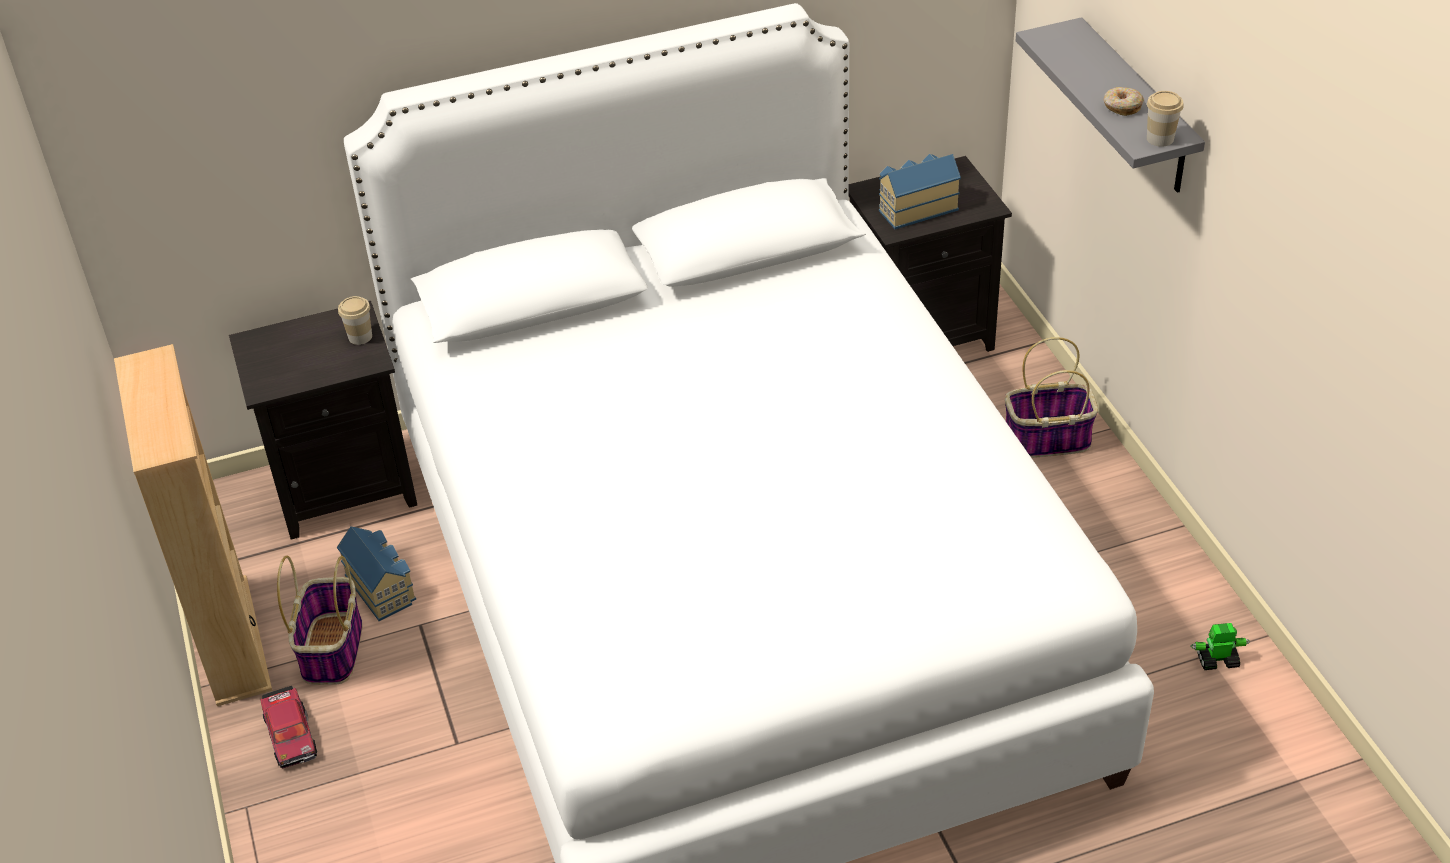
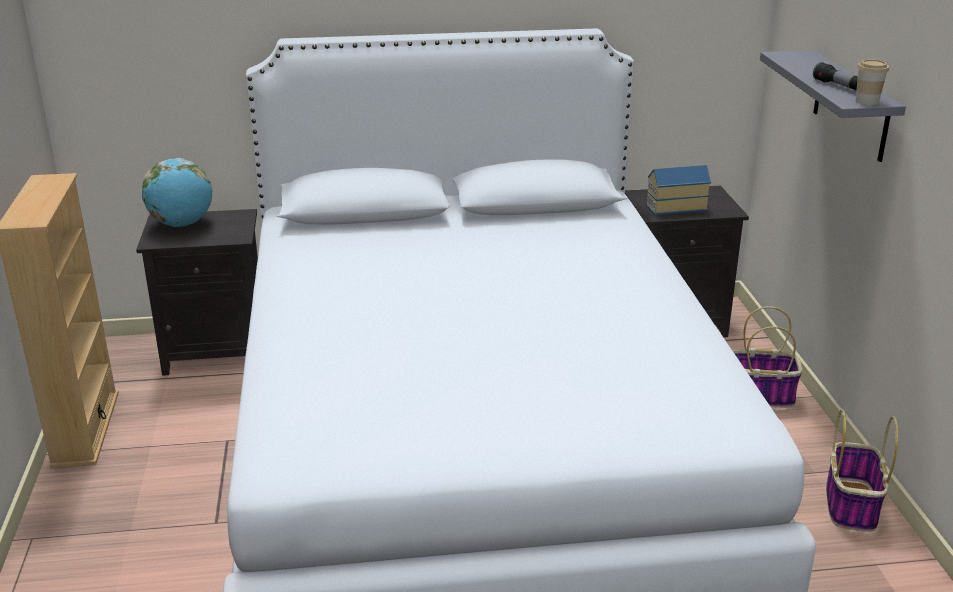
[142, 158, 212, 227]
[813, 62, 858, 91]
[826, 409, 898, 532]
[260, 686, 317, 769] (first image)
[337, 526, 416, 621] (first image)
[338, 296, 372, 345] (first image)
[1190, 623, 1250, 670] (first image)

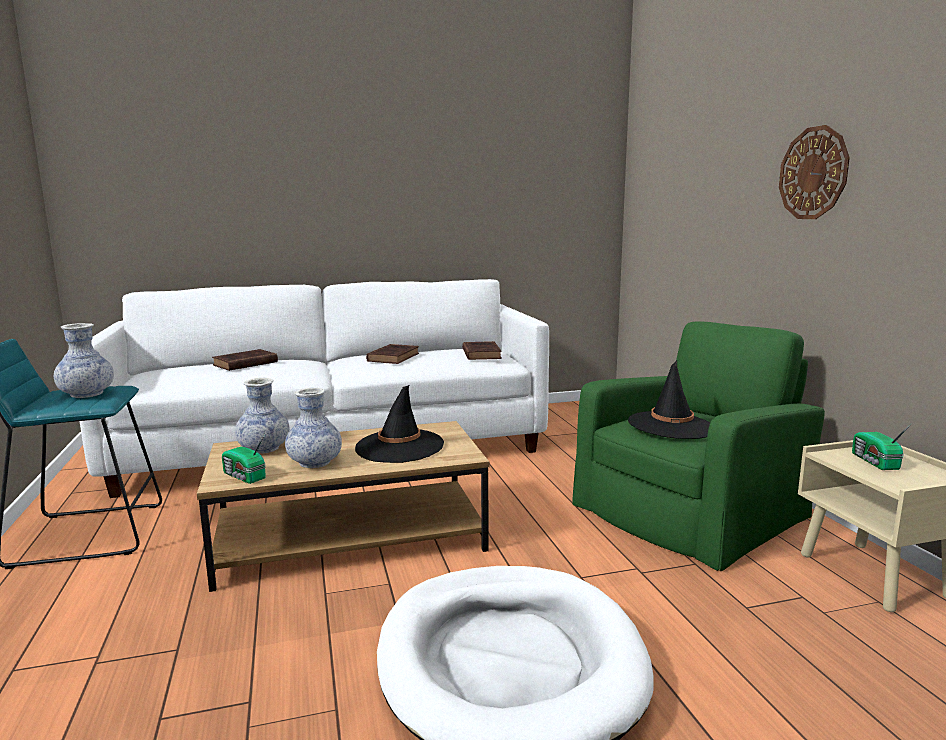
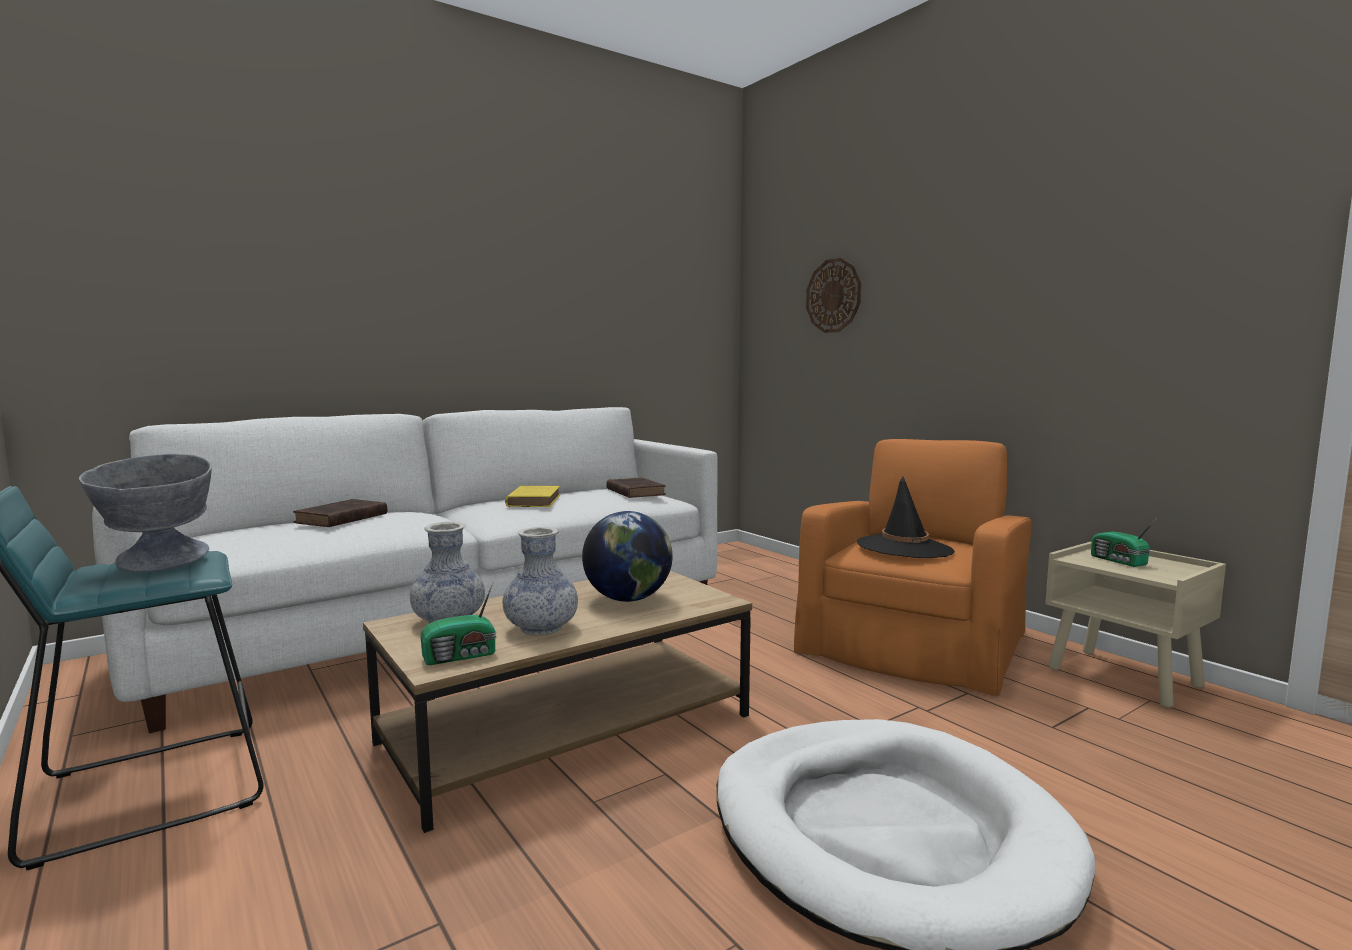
[79, 454, 212, 572]
[420, 583, 497, 665]
[505, 486, 560, 507]
[582, 511, 673, 602]
[794, 439, 1031, 696]
[806, 258, 861, 333]

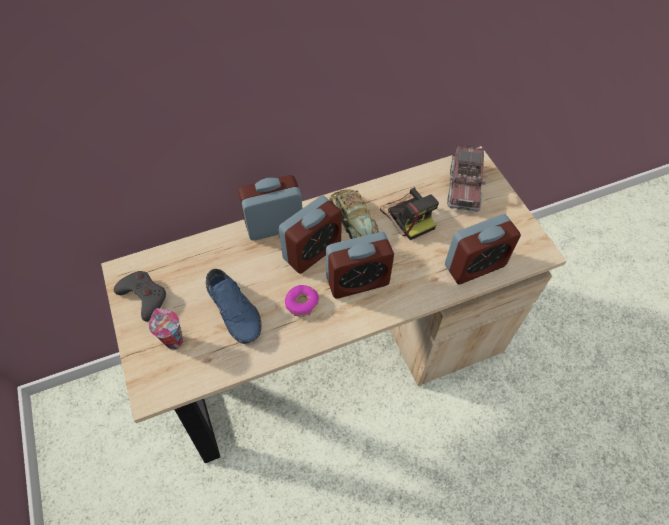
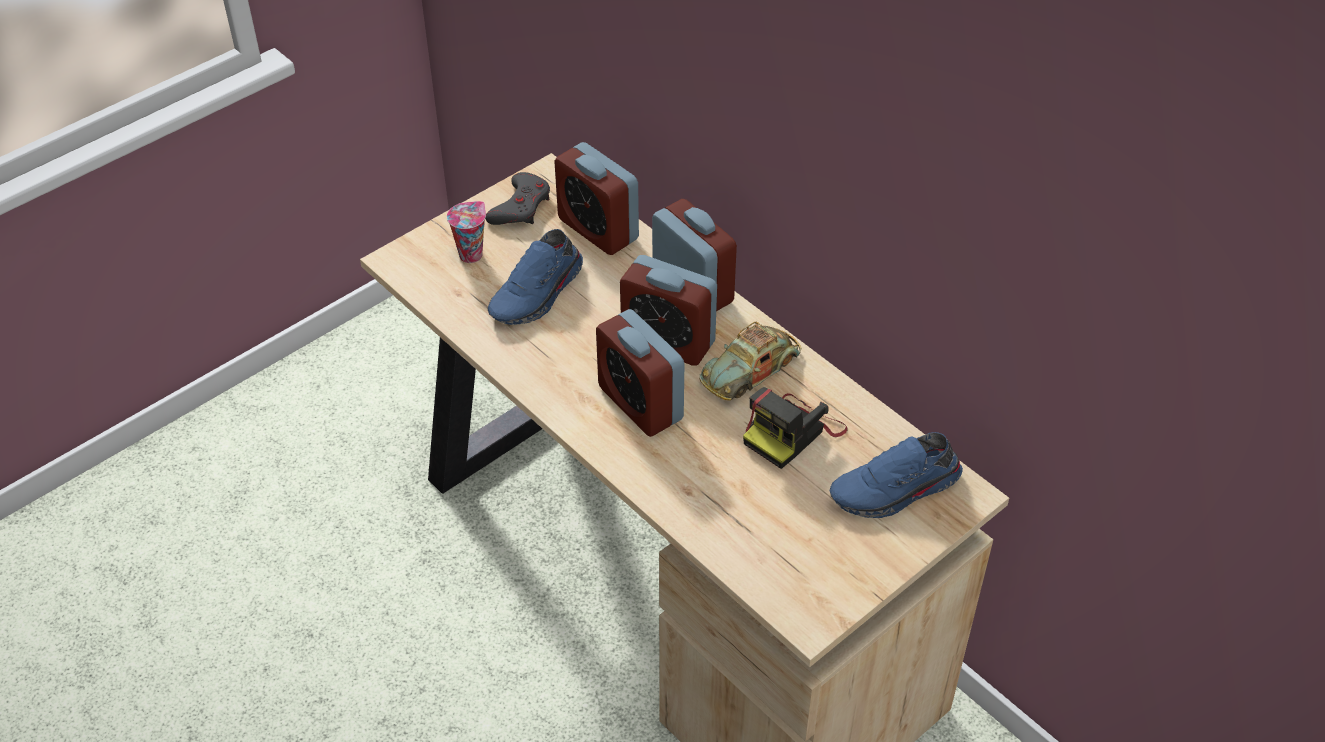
[554, 142, 639, 255]
[830, 432, 963, 518]
[285, 285, 319, 317] (first image)

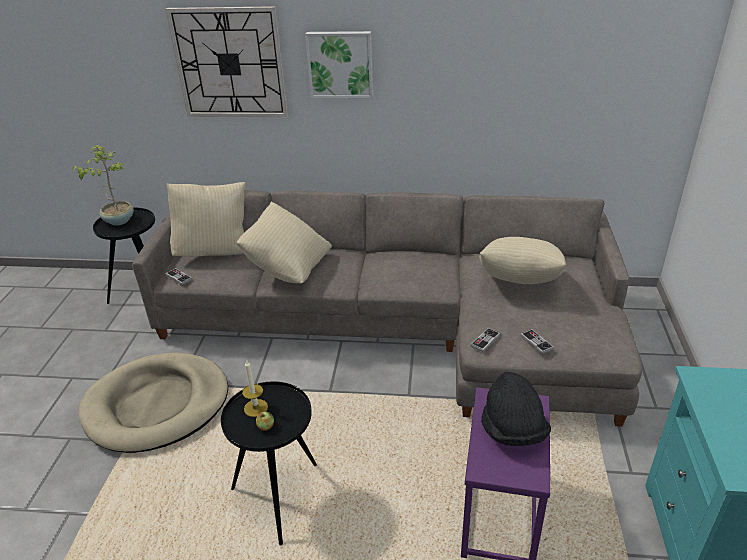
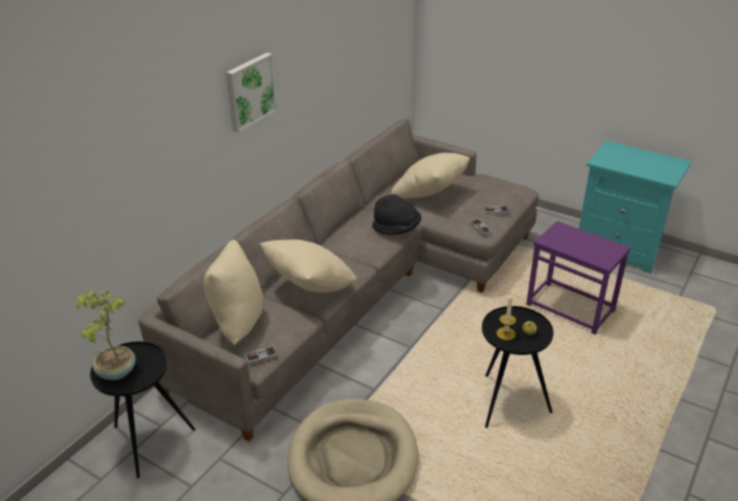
[372, 194, 421, 235]
[165, 6, 288, 117] (first image)

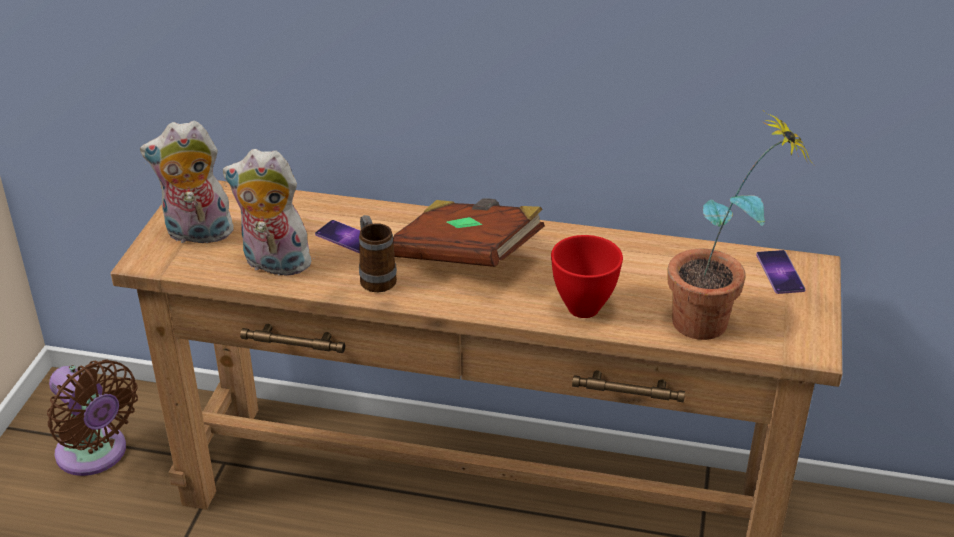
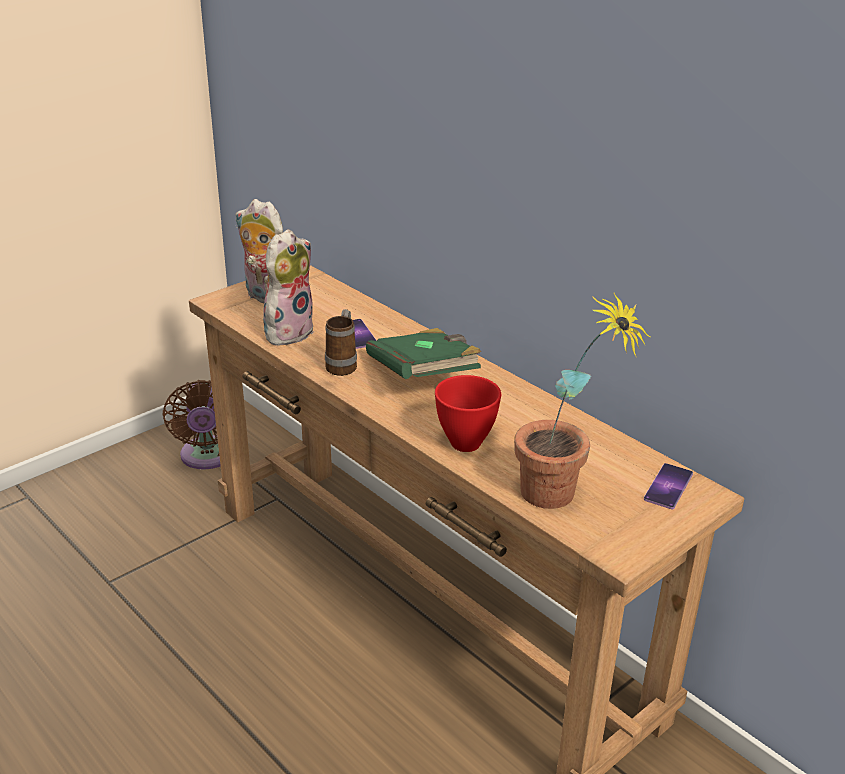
[263, 229, 314, 346]
[366, 328, 481, 379]

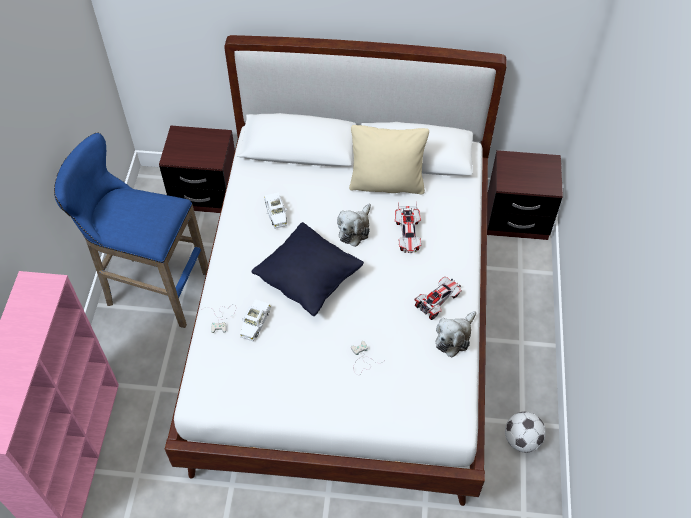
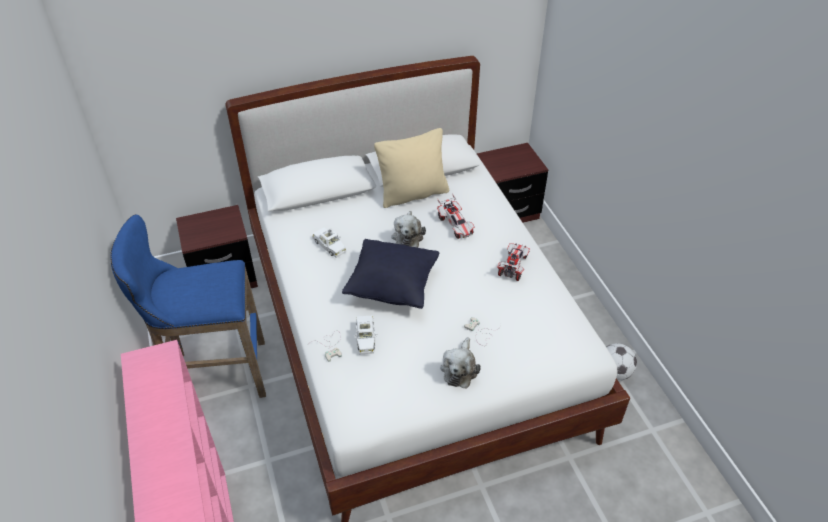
[440, 337, 481, 389]

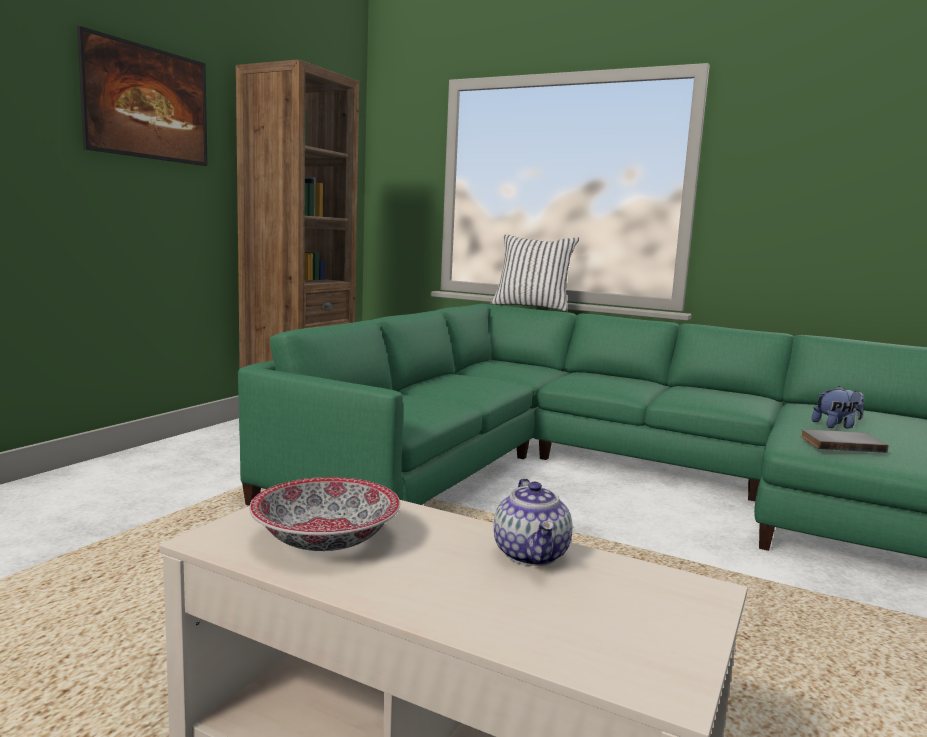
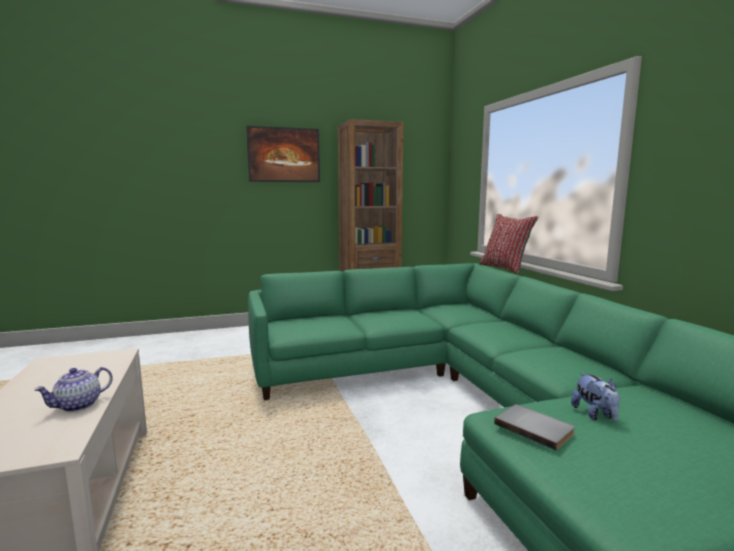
[479, 214, 538, 274]
[571, 373, 620, 422]
[249, 477, 400, 551] (first image)

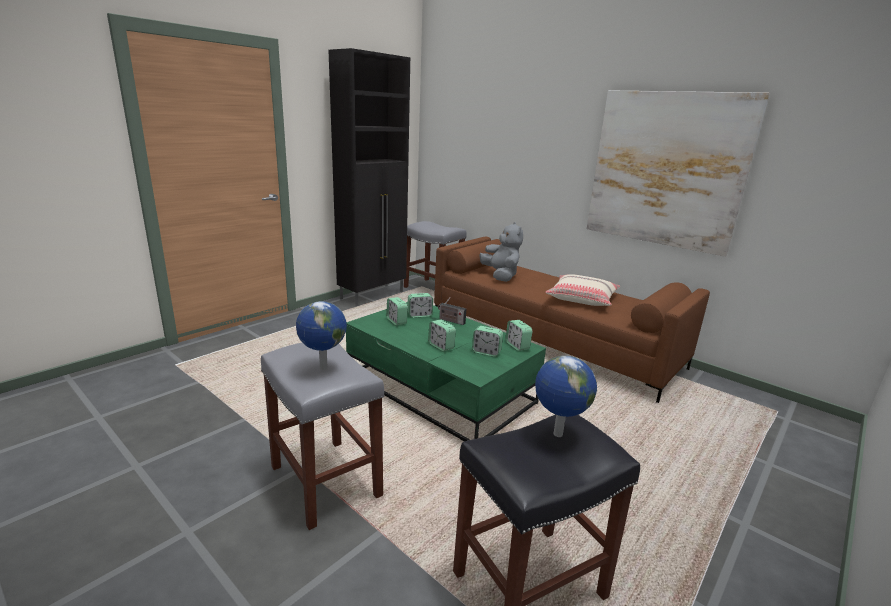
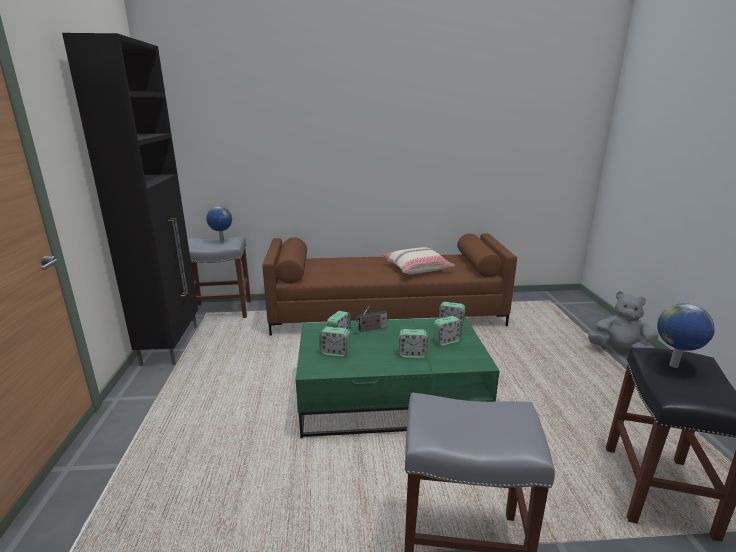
[206, 206, 232, 242]
[588, 291, 658, 349]
[587, 90, 770, 257] (first image)

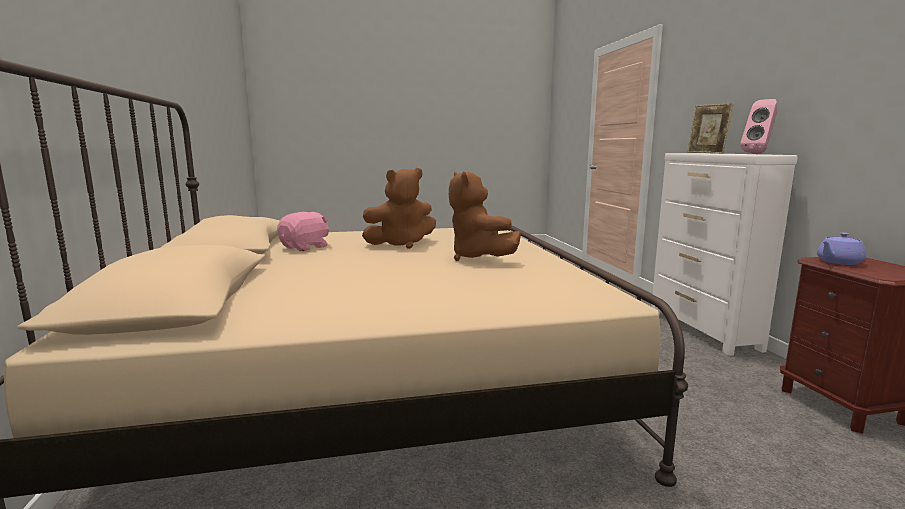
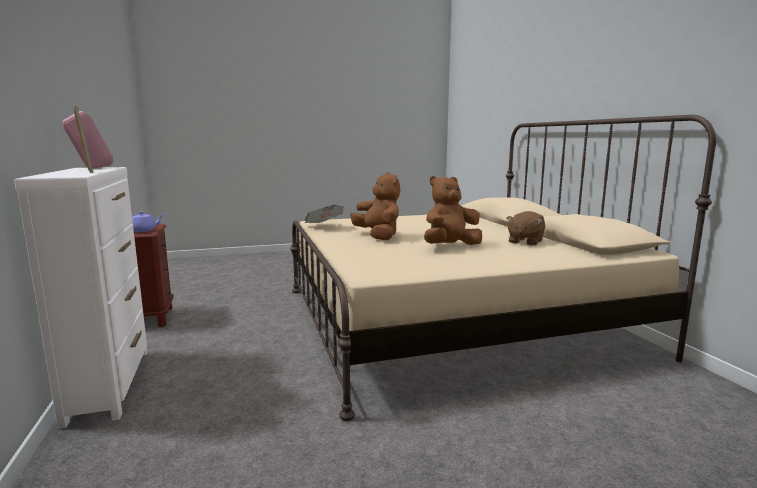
[304, 205, 344, 223]
[506, 211, 545, 246]

